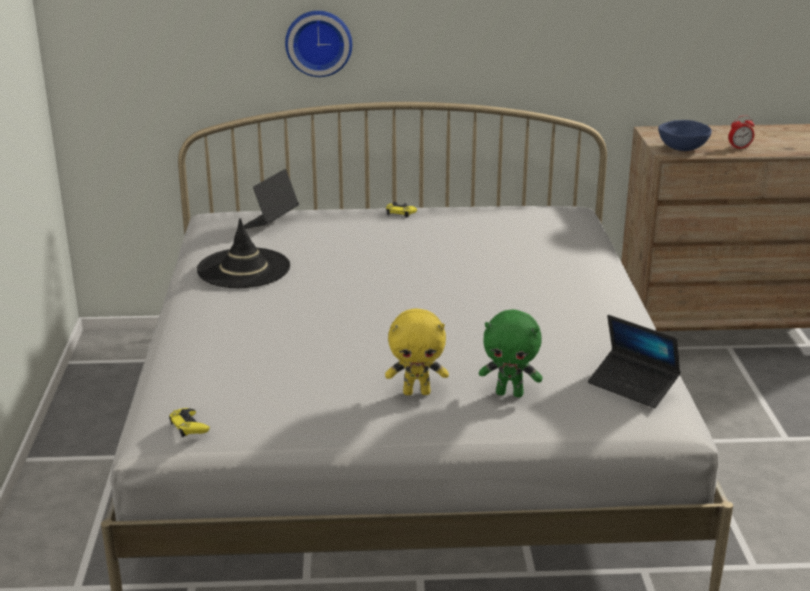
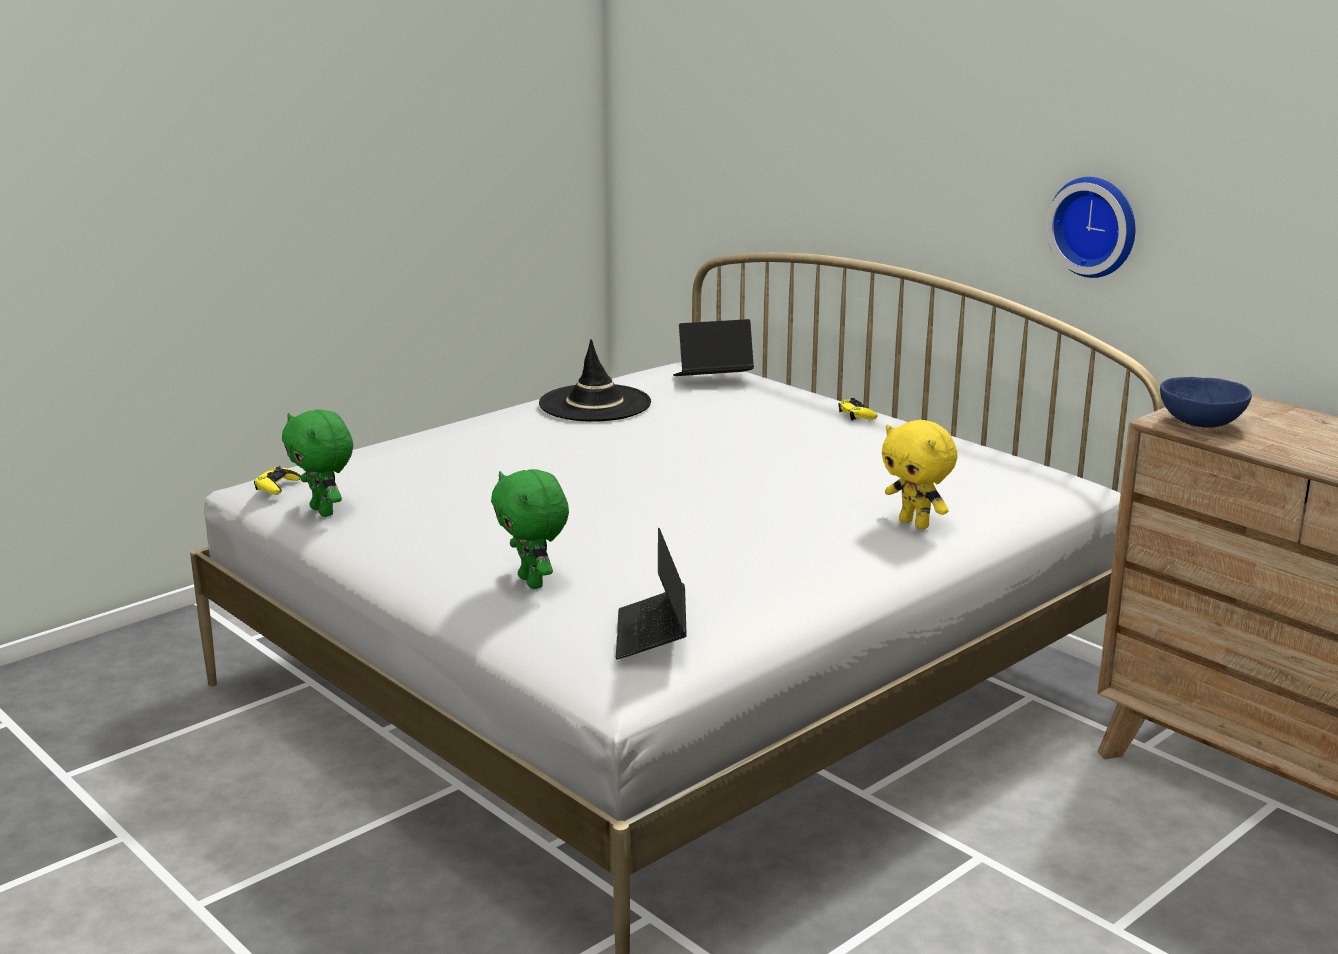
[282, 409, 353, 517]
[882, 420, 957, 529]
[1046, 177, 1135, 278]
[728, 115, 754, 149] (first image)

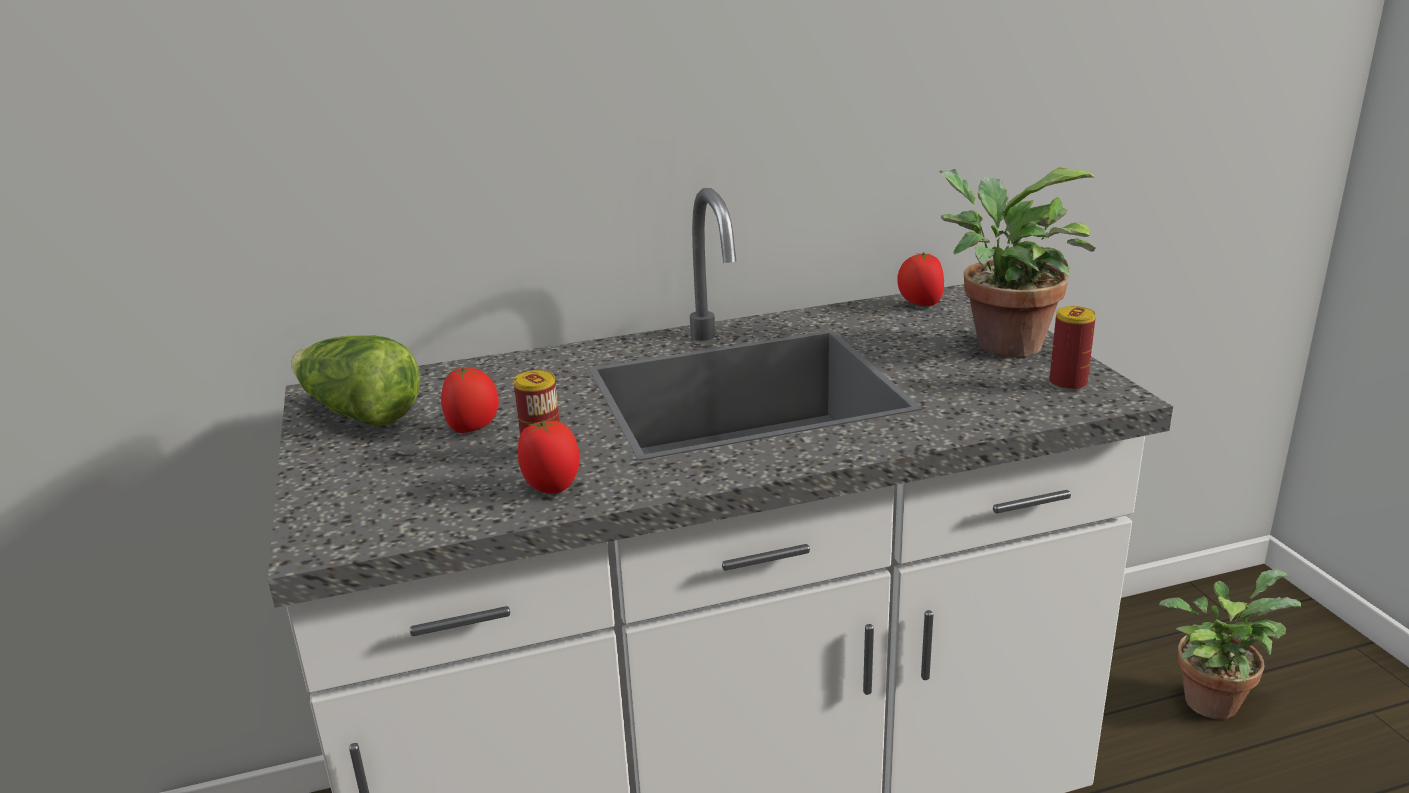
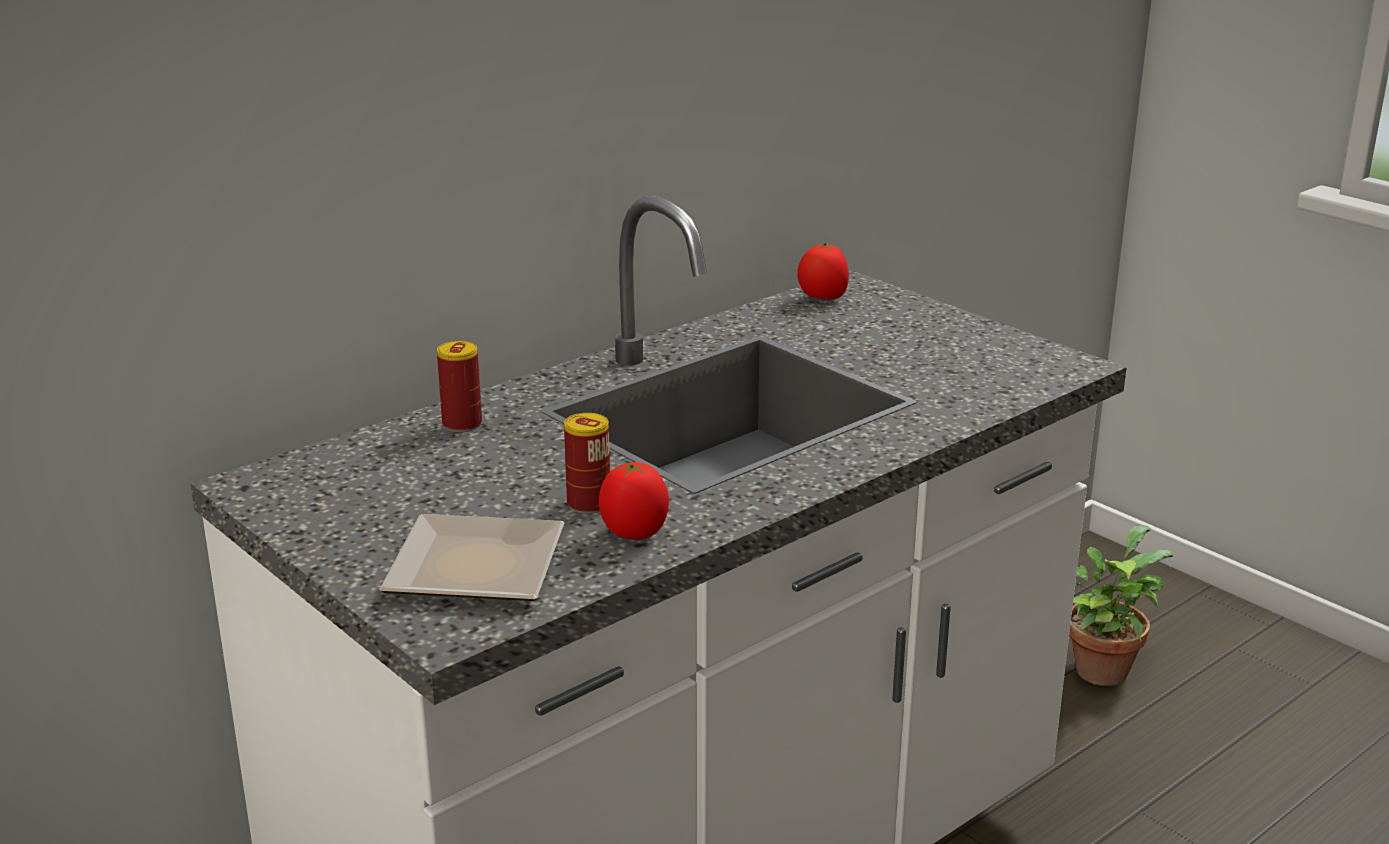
[379, 514, 565, 601]
[437, 341, 482, 432]
[291, 335, 421, 427] (first image)
[441, 366, 499, 433] (first image)
[940, 167, 1099, 357] (first image)

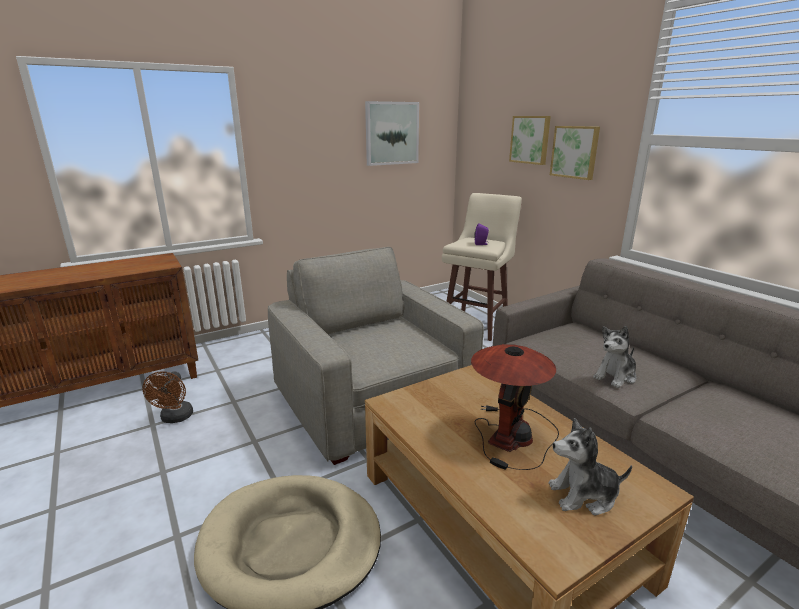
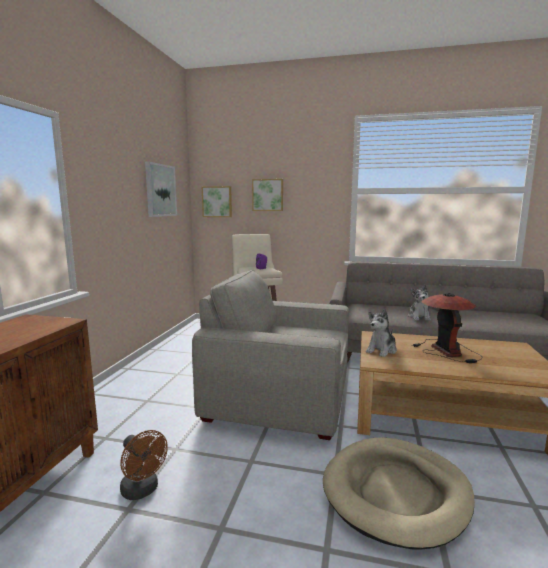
[202, 186, 232, 217]
[366, 309, 397, 357]

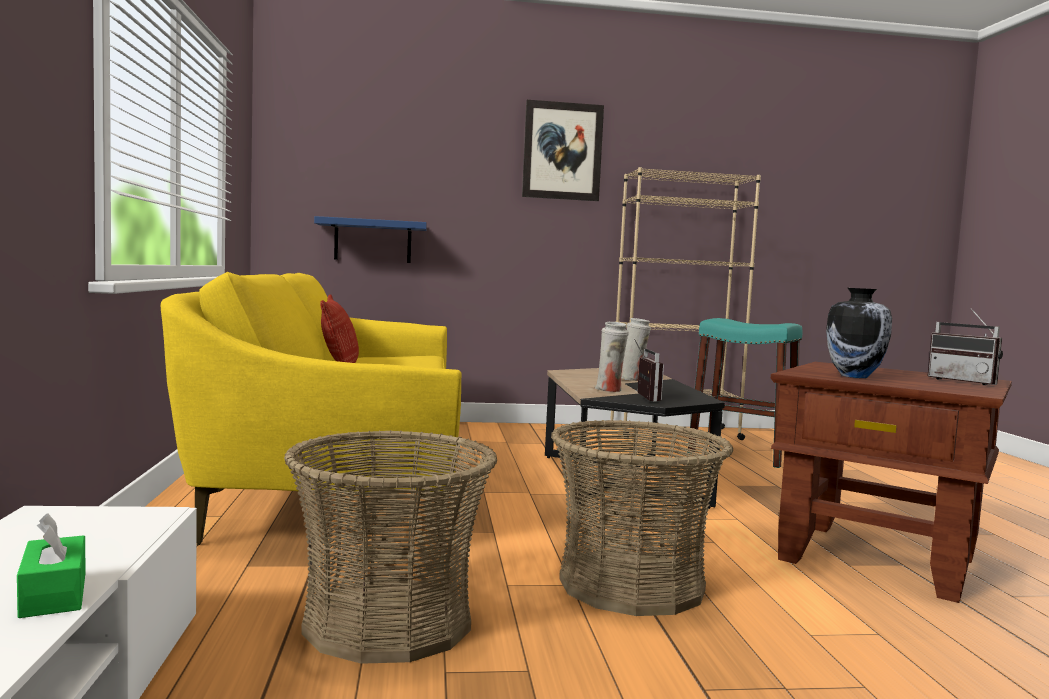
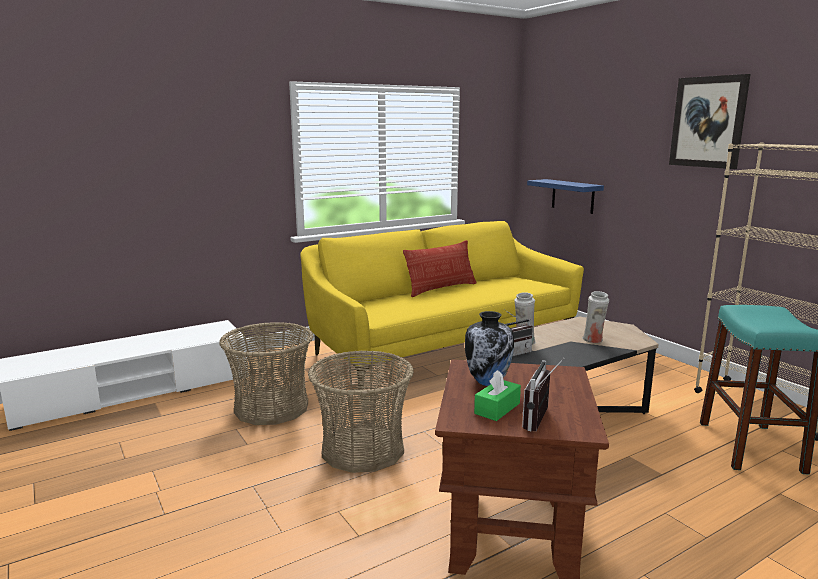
[474, 370, 521, 421]

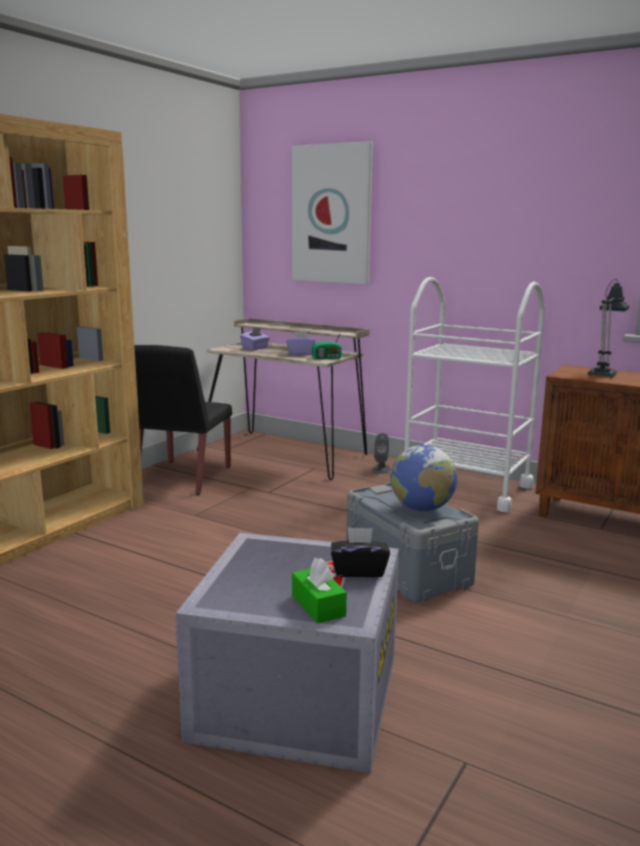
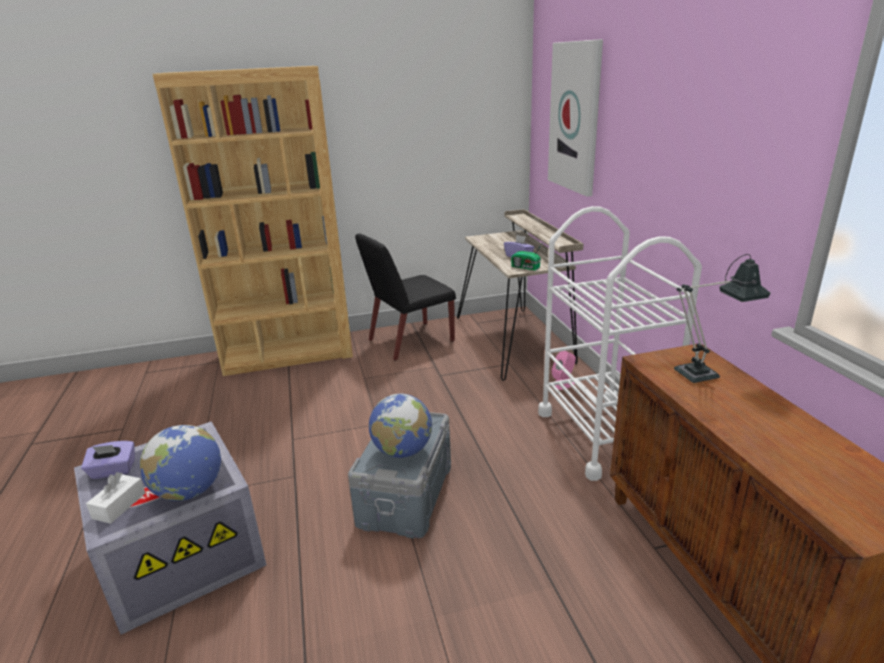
[81, 441, 135, 479]
[86, 472, 145, 524]
[140, 425, 221, 501]
[552, 351, 576, 390]

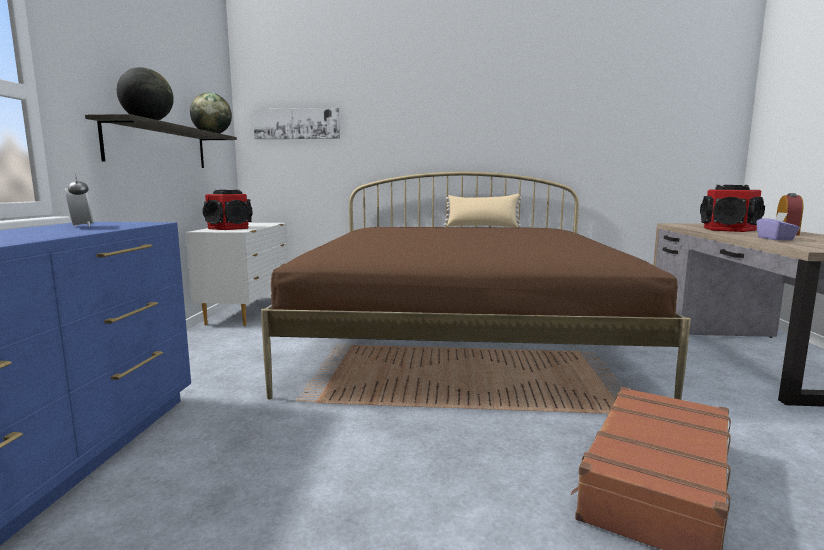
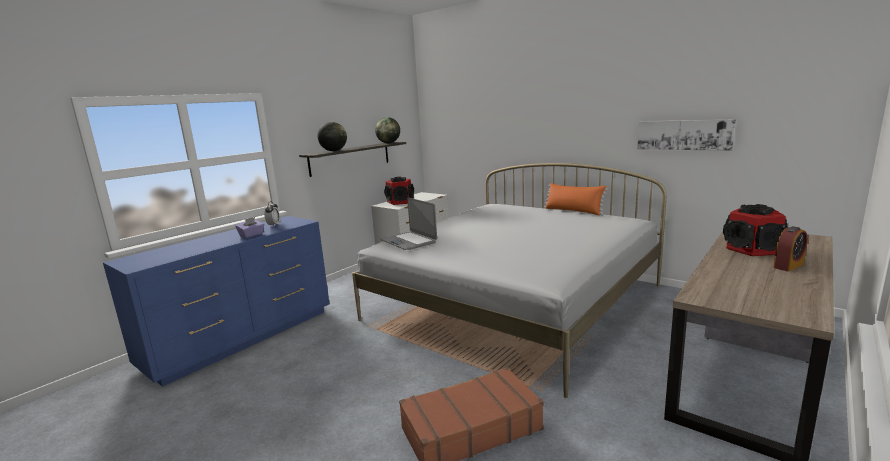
[236, 217, 264, 238]
[352, 163, 666, 398]
[381, 198, 437, 250]
[544, 183, 608, 215]
[638, 119, 736, 151]

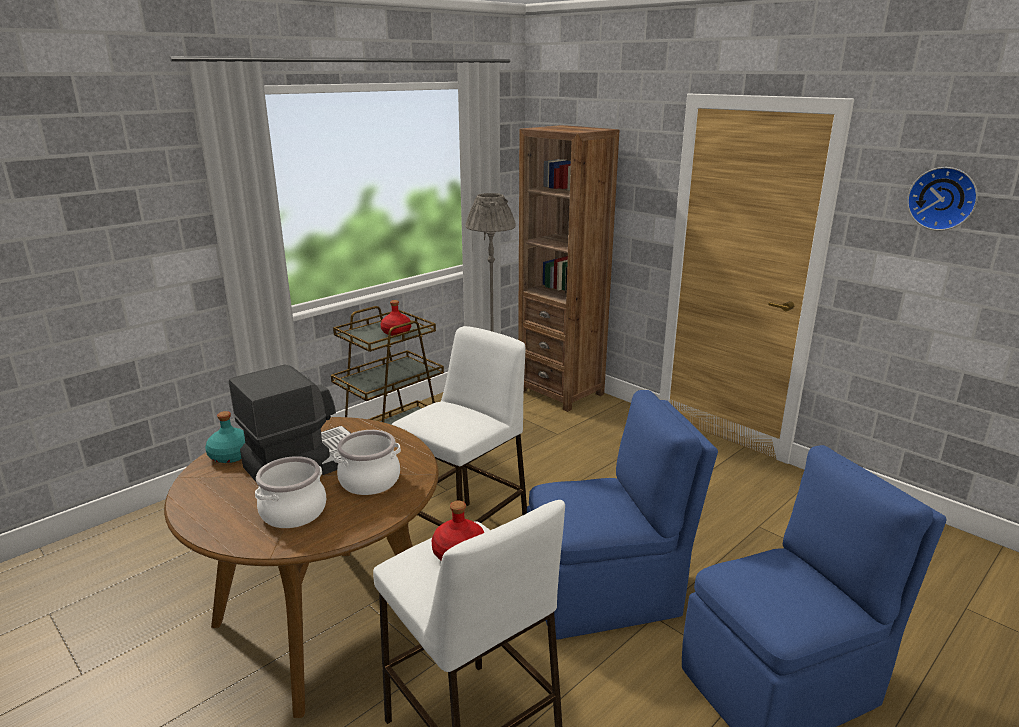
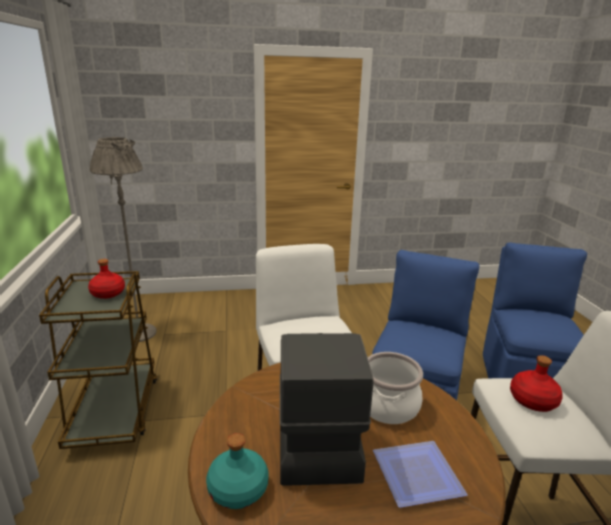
[373, 441, 468, 508]
[518, 125, 619, 412] (first image)
[907, 167, 978, 231] (first image)

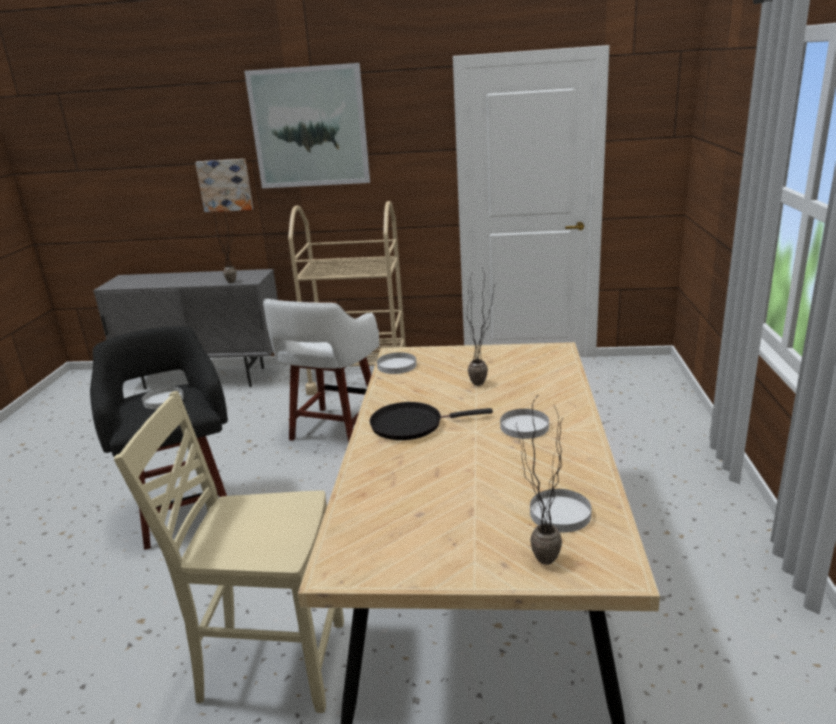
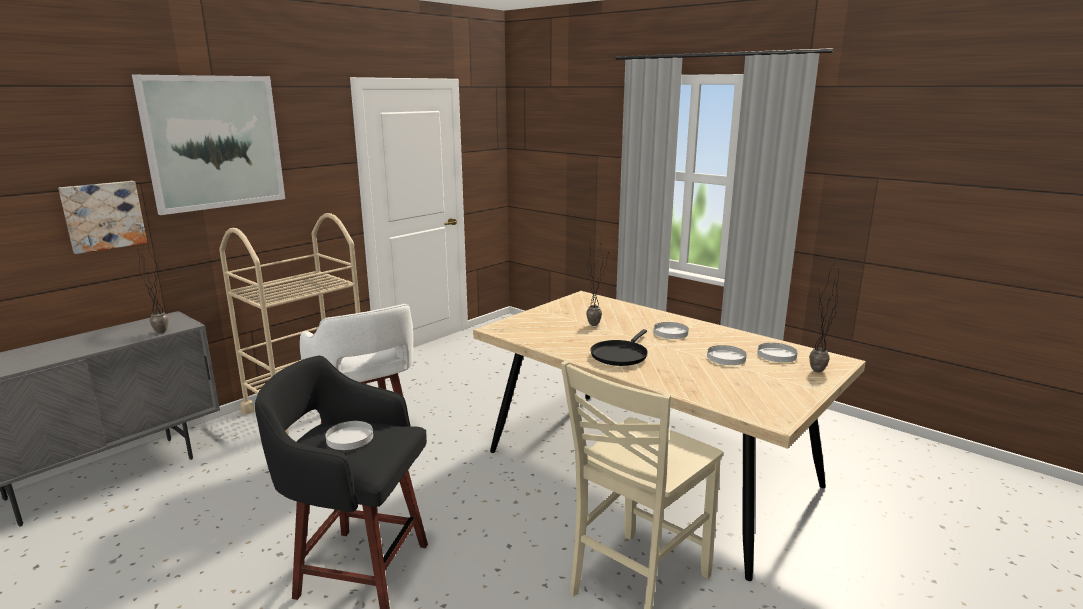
[707, 345, 747, 365]

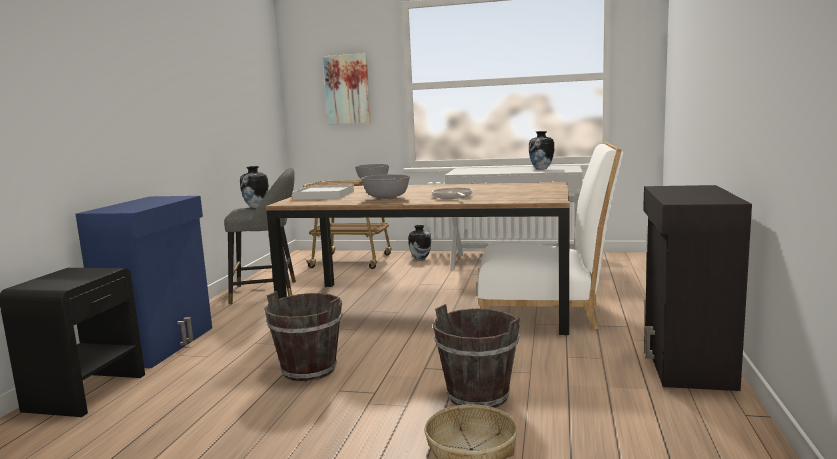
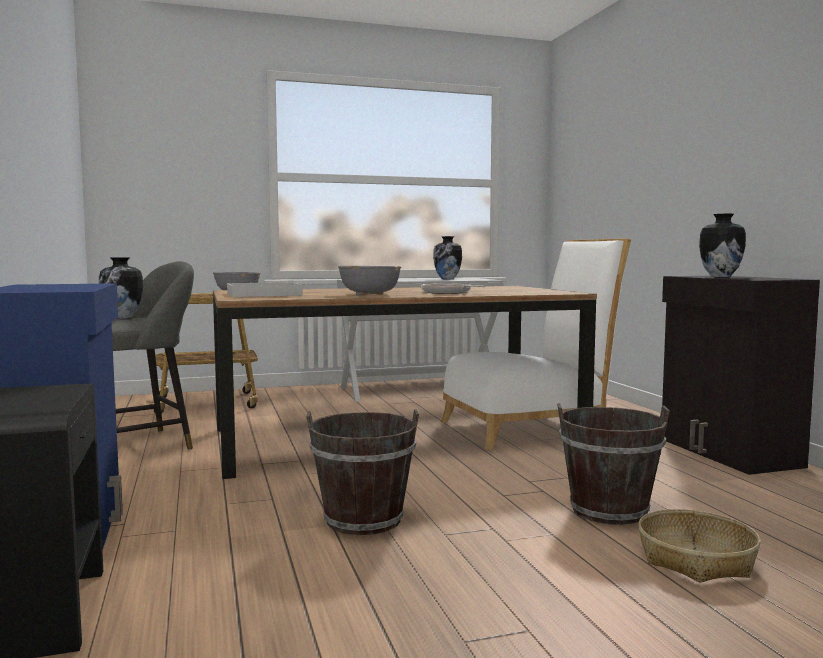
[699, 214, 746, 277]
[323, 53, 371, 125] (first image)

